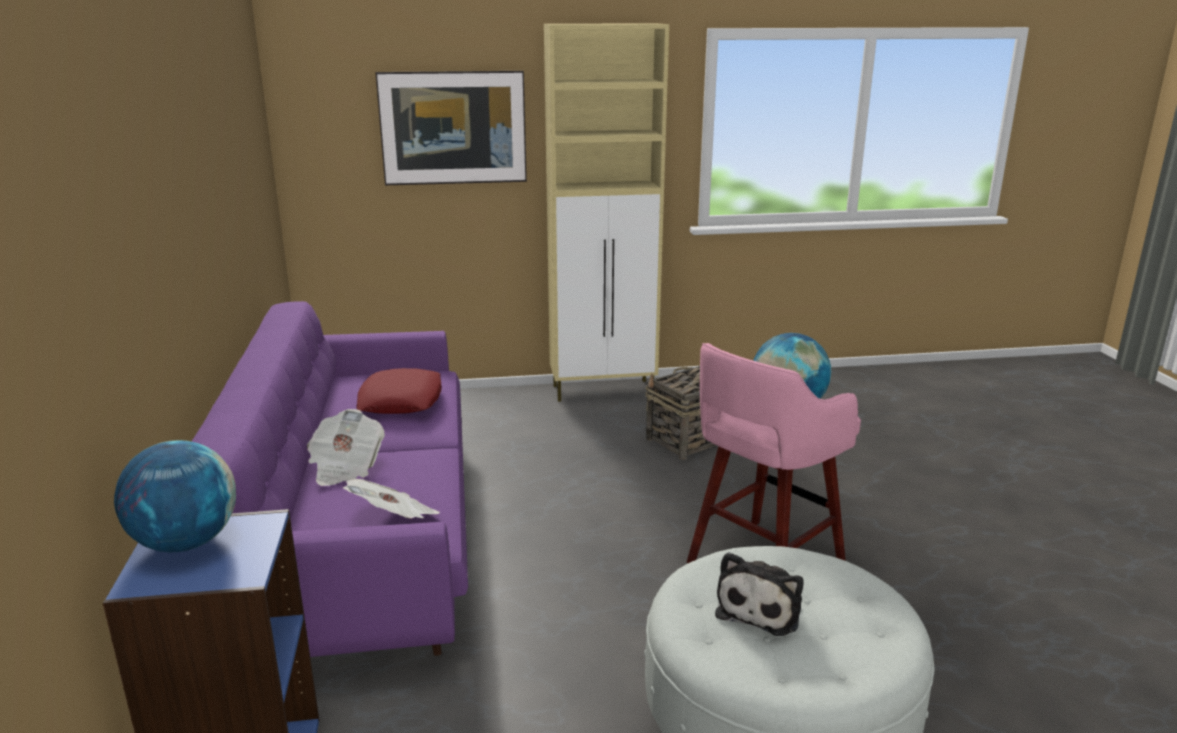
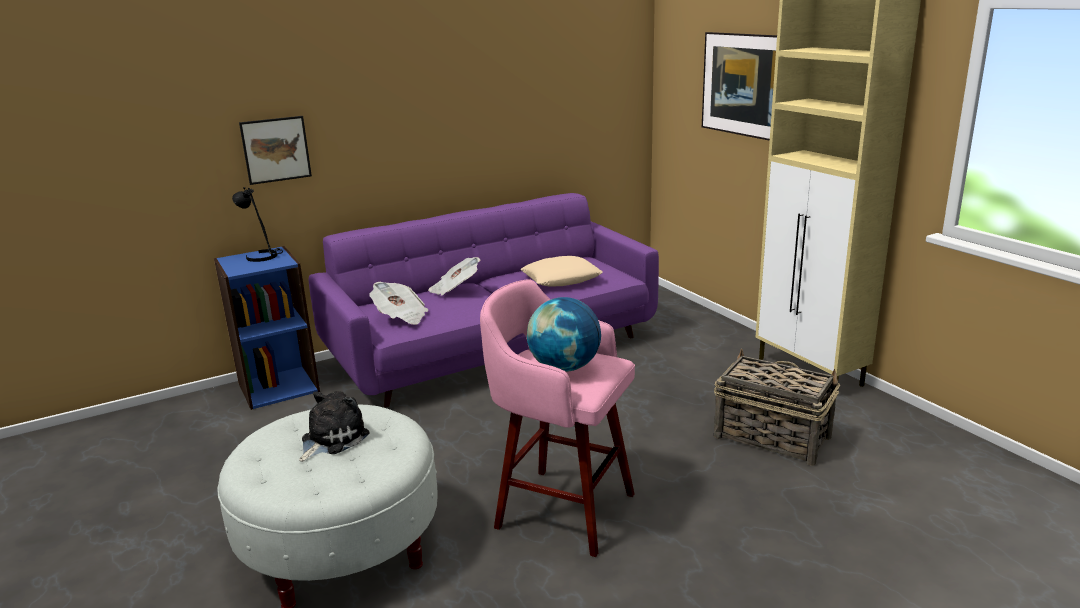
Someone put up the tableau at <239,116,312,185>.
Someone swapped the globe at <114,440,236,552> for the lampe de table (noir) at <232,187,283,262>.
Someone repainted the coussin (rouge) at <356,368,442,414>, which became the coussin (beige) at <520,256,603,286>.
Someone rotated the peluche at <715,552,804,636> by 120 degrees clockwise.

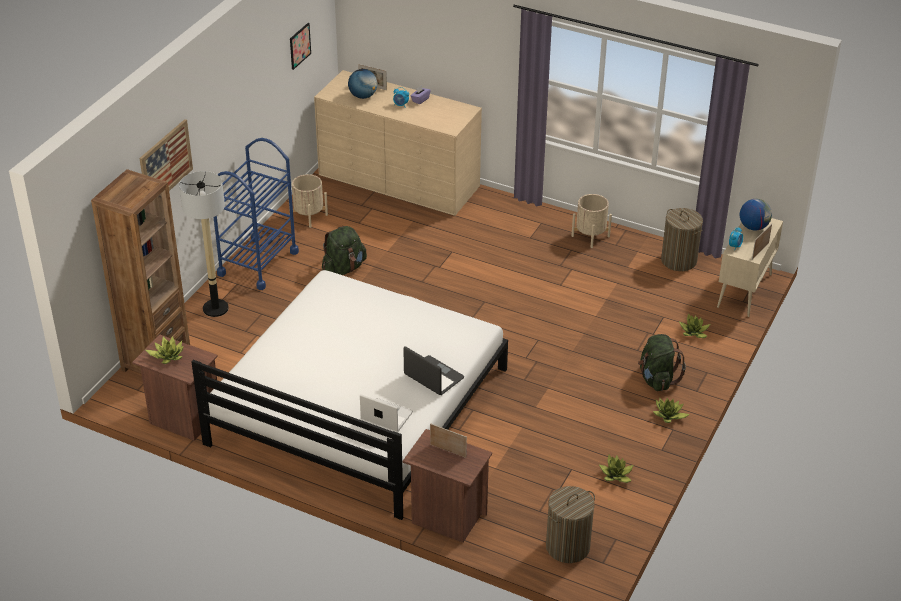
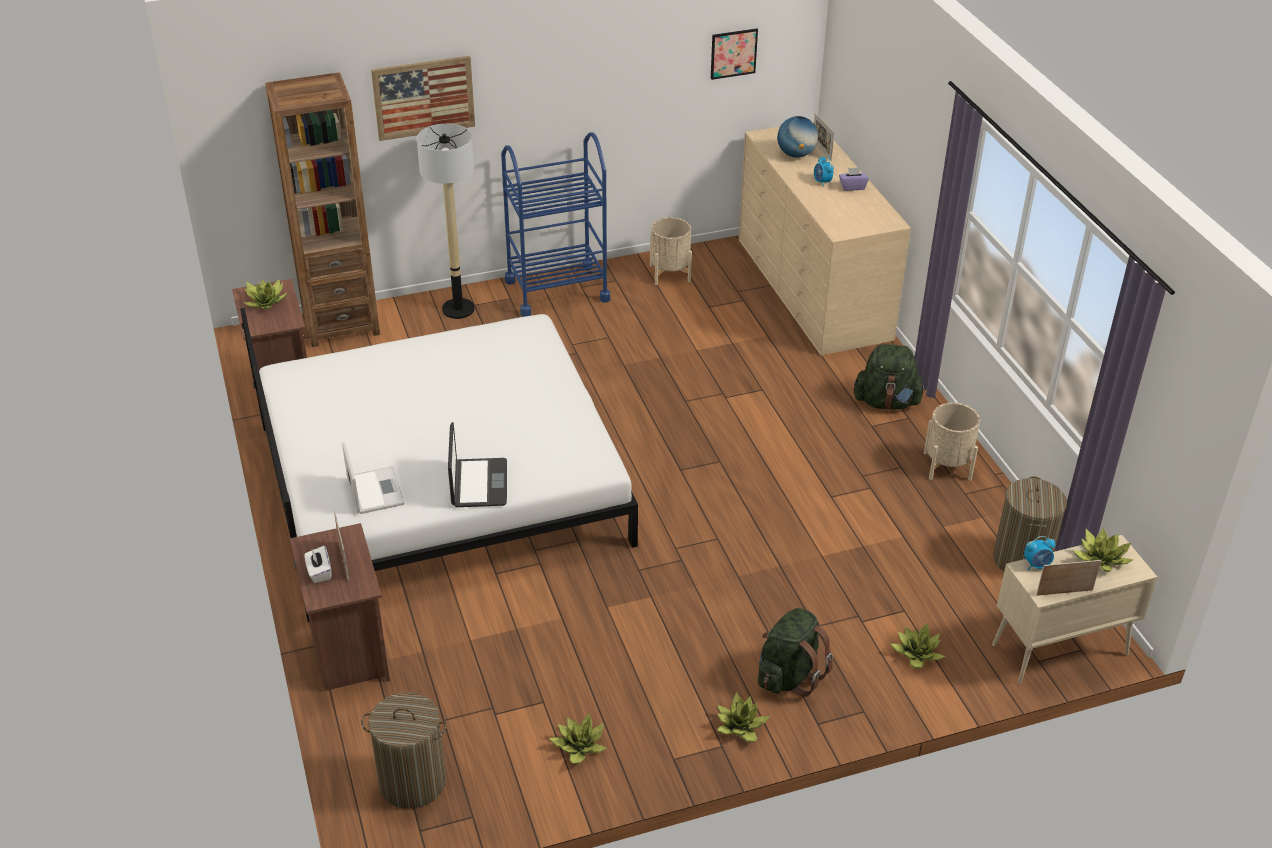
Someone put down the boîte à mouchoirs (blanc) at <305,546,331,583>.
Someone carried the sac à dos (vert) from <322,226,367,275> to <854,344,925,410>.
Someone swapped the globe at <740,199,772,231> for the plante en pot at <1073,528,1133,572>.

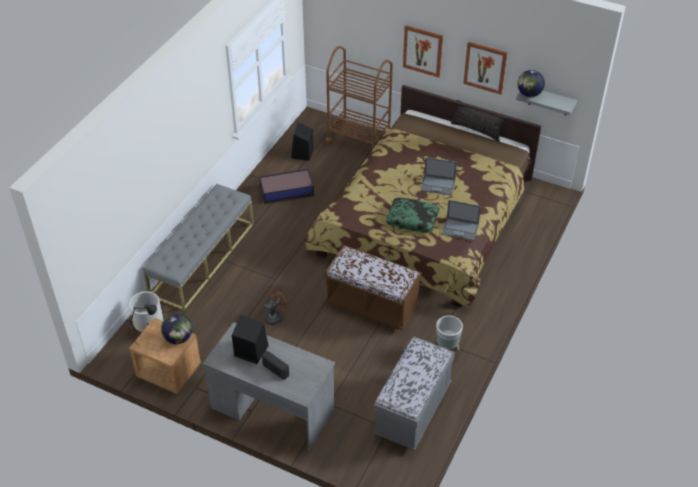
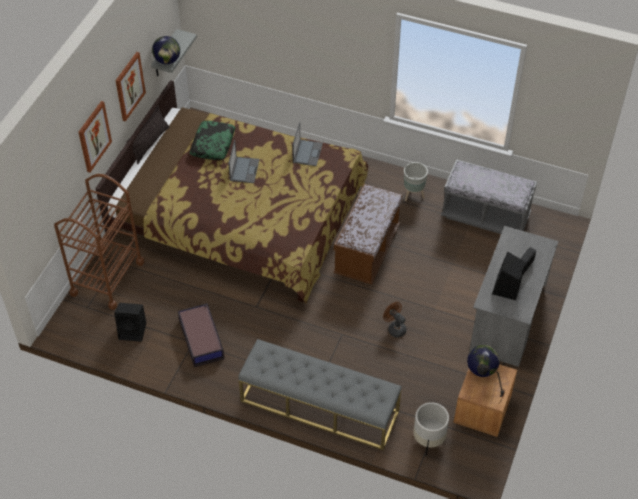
Someone carried the coussin from <386,198,440,232> to <190,121,236,160>.

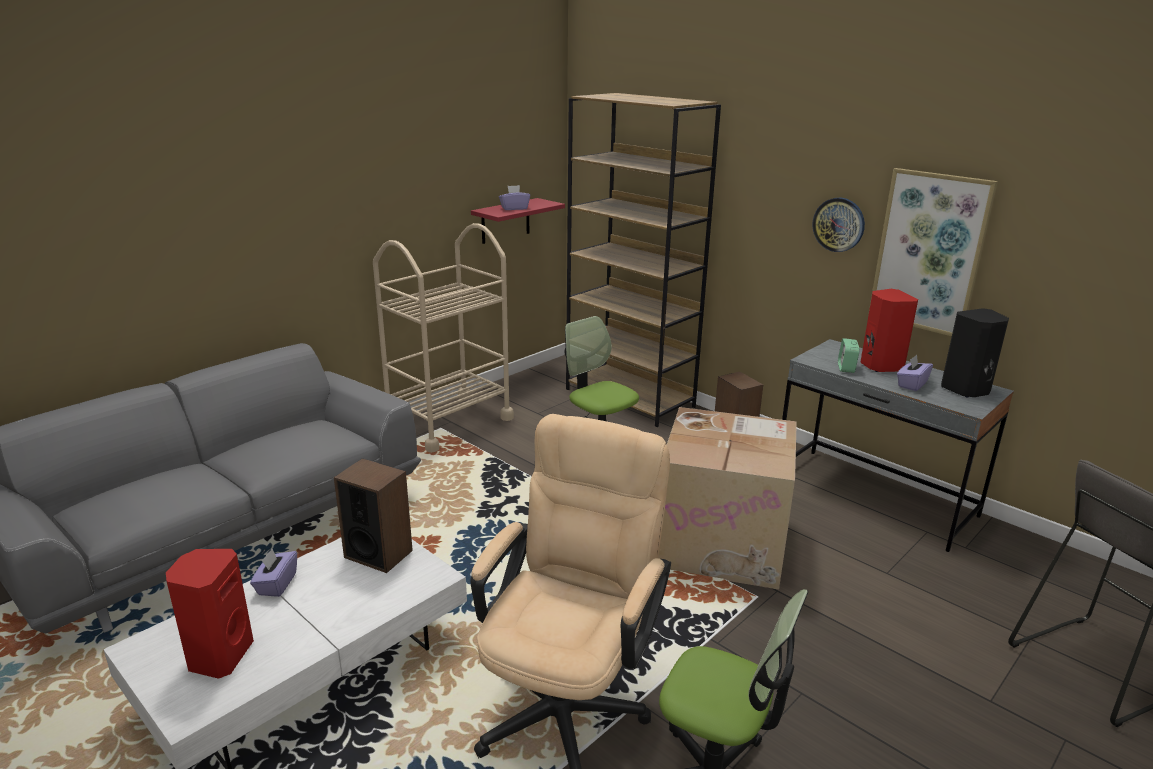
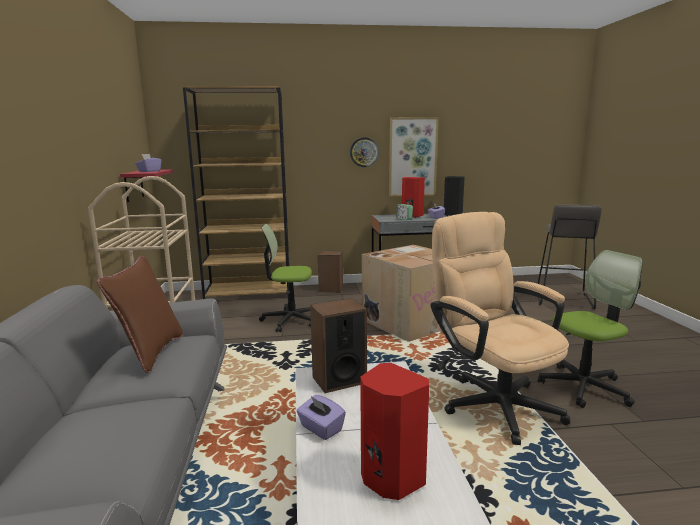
Someone put down the coussin (marron) at <97,256,183,373>.

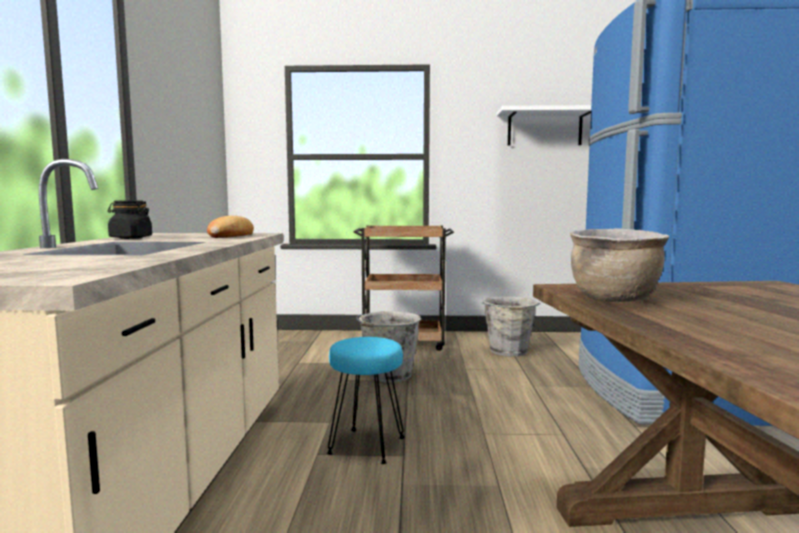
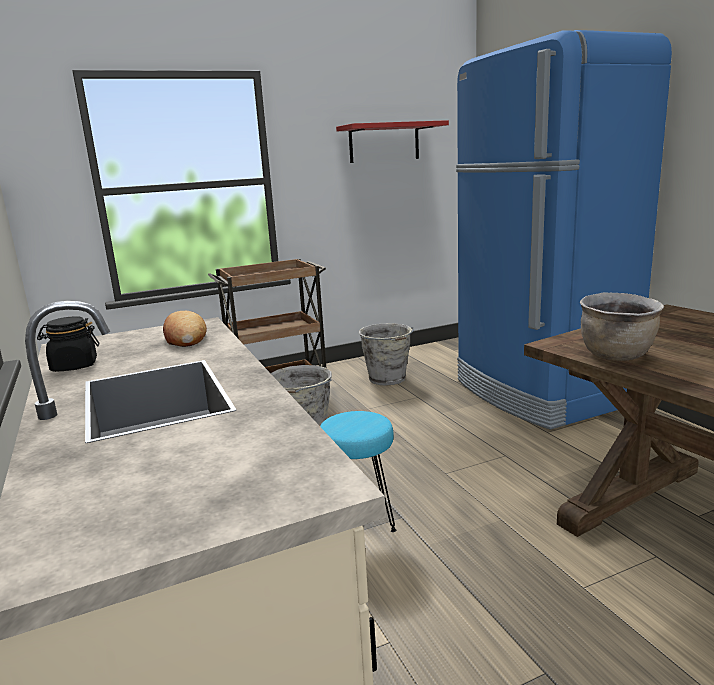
Someone repainted the étagère (blanc) at <496,105,591,145>, which became the étagère (rouge) at <336,120,449,163>.

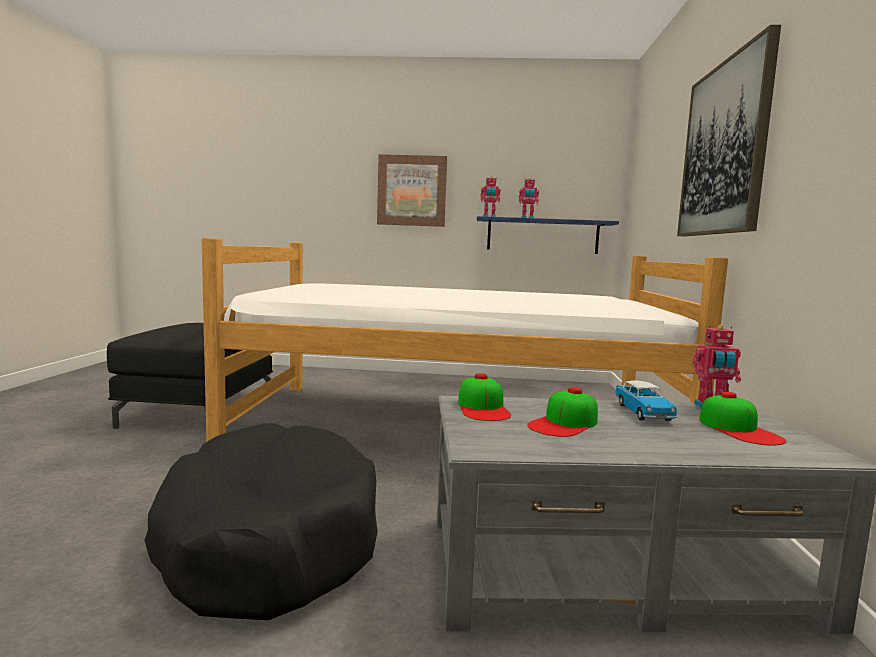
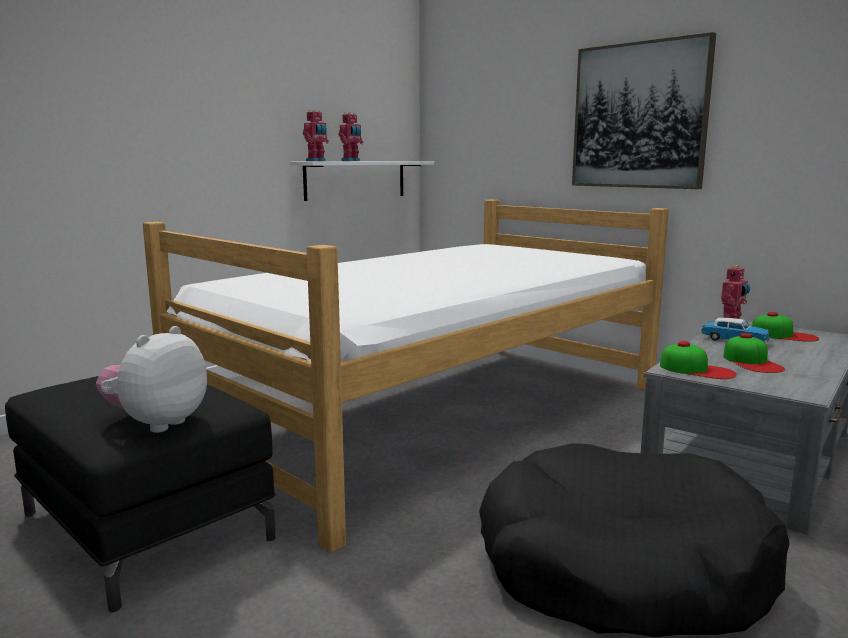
Someone took away the tableau at <377,154,447,227>.
Someone put down the peluche at <96,326,207,433>.
Someone repainted the étagère (bleu) at <477,216,619,254>, which became the étagère (blanc) at <291,161,434,201>.

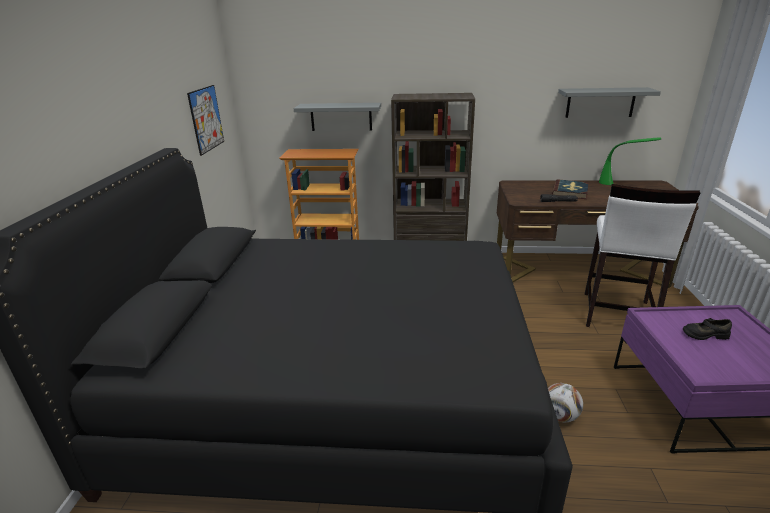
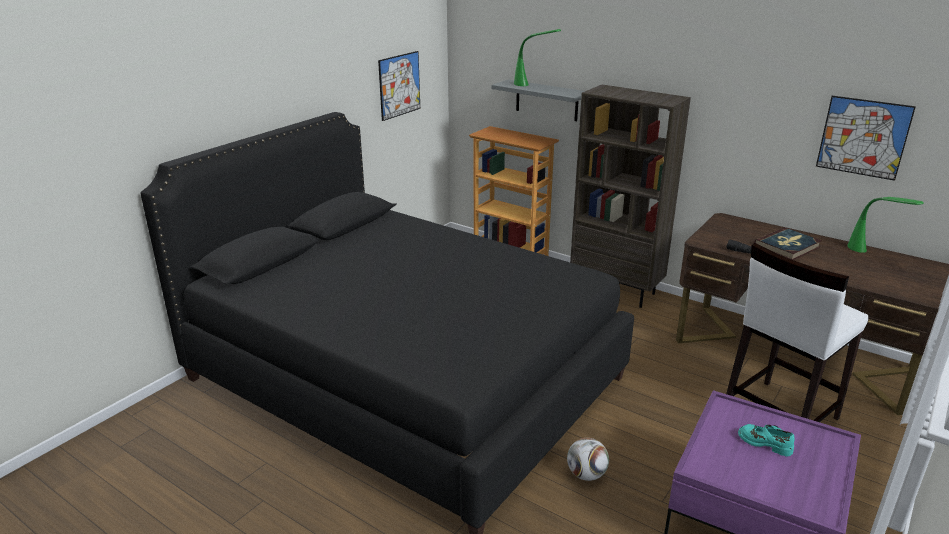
Someone put down the lampe de table (vert) at <514,29,561,86>.
Someone swapped the étagère (gris) at <558,87,661,118> for the tableau at <816,96,916,181>.
Someone repainted the chaussure (noir) at <683,318,732,340>, which became the chaussure (turquoise) at <738,424,795,457>.

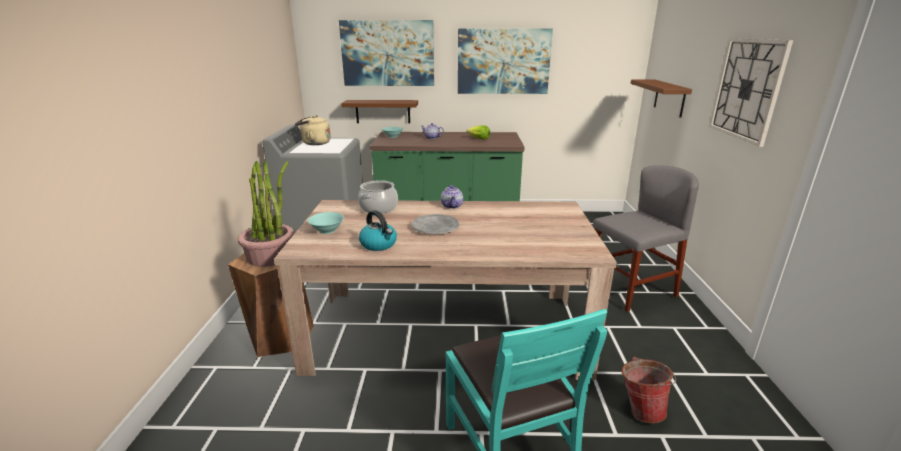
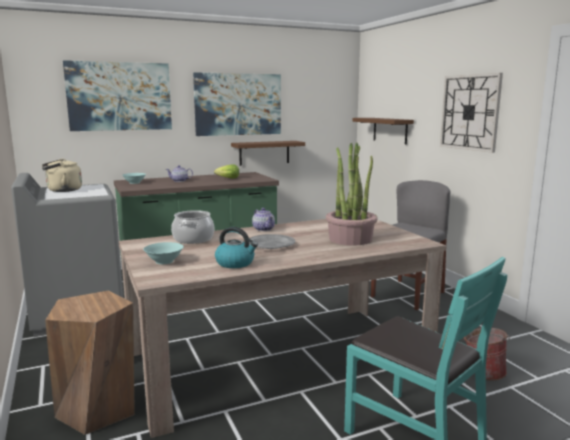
Someone carried the plante en pot from <238,161,294,266> to <326,143,378,246>.
Someone carried the étagère (marron) from <341,100,418,124> to <231,141,305,166>.

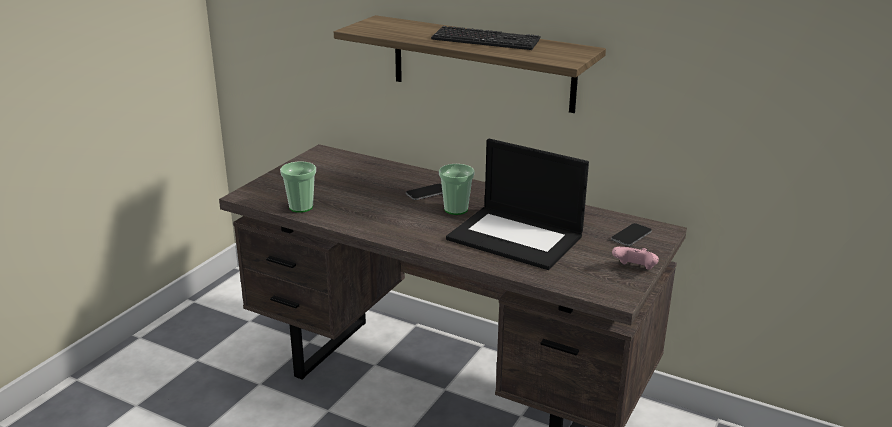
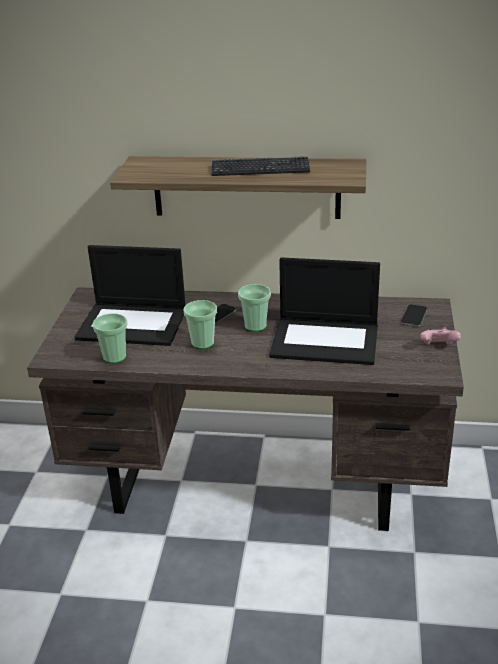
Someone put down the ordinateur portable at <74,245,186,346>.
Someone put down the tasse at <184,300,217,349>.

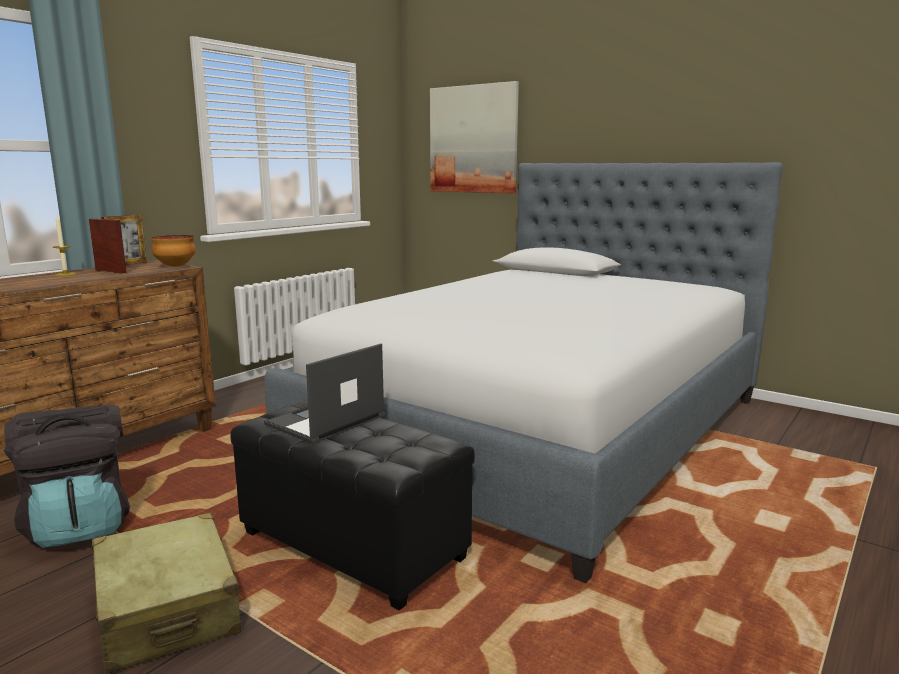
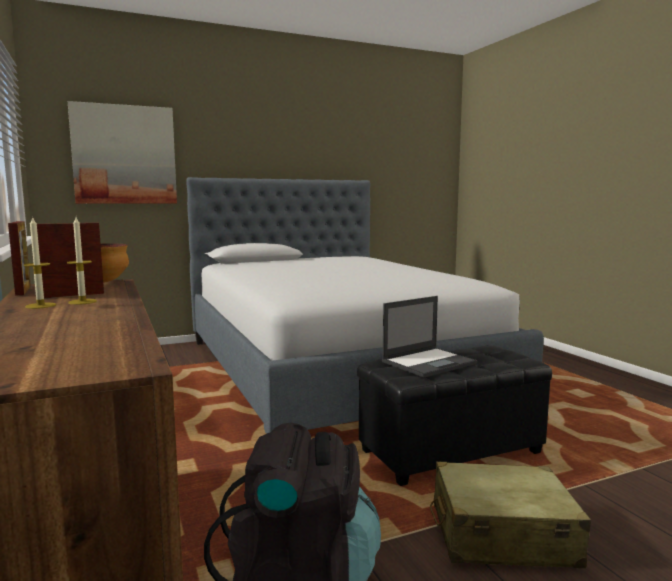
Someone put down the bougie at <67,217,97,305>.
Someone rotated the ordinateur portable at <264,344,385,444> by 105 degrees counterclockwise.

